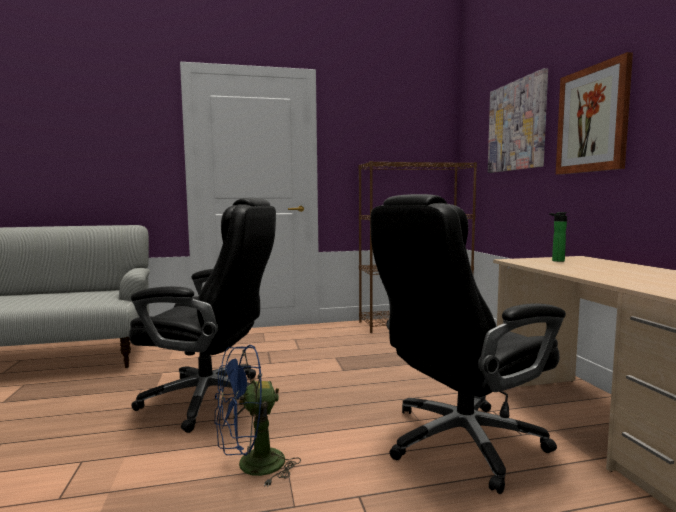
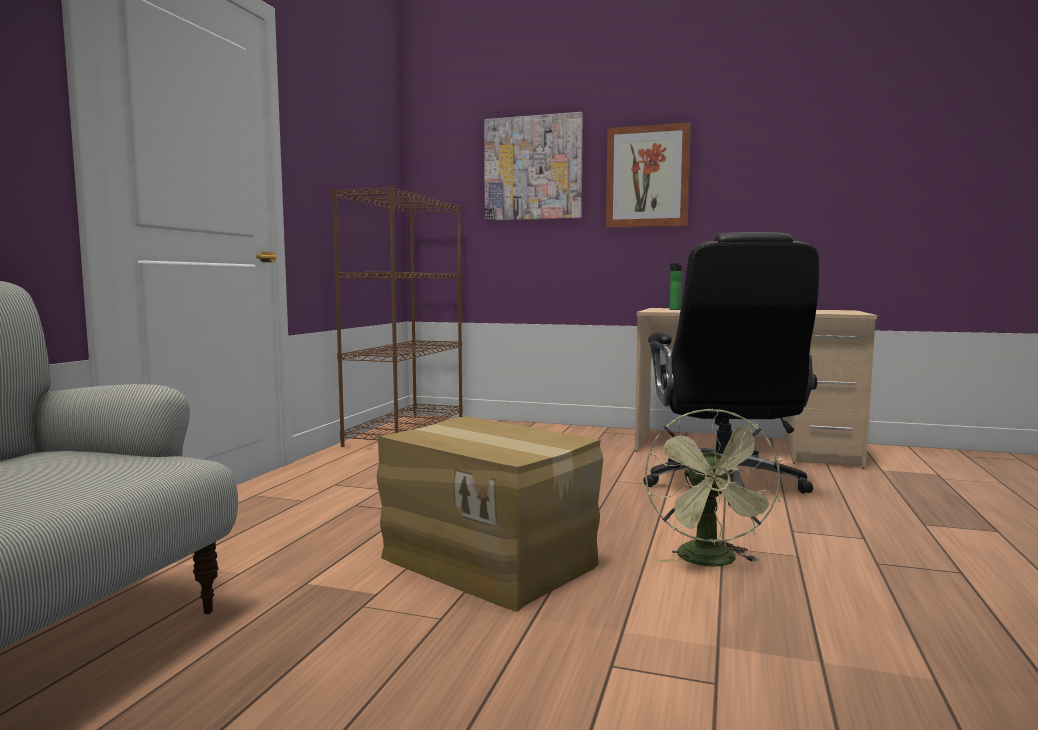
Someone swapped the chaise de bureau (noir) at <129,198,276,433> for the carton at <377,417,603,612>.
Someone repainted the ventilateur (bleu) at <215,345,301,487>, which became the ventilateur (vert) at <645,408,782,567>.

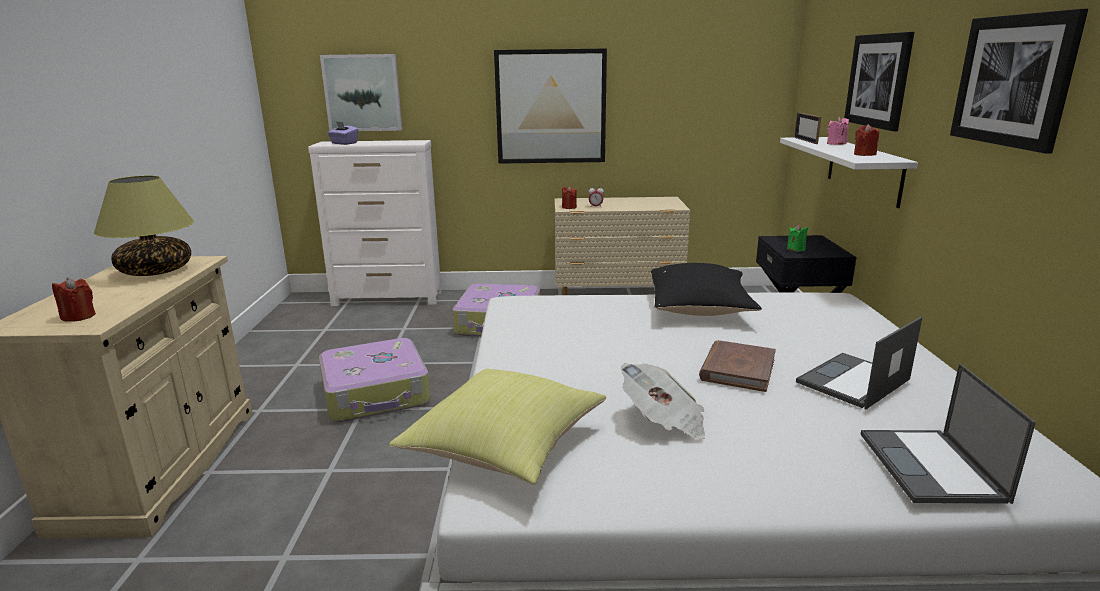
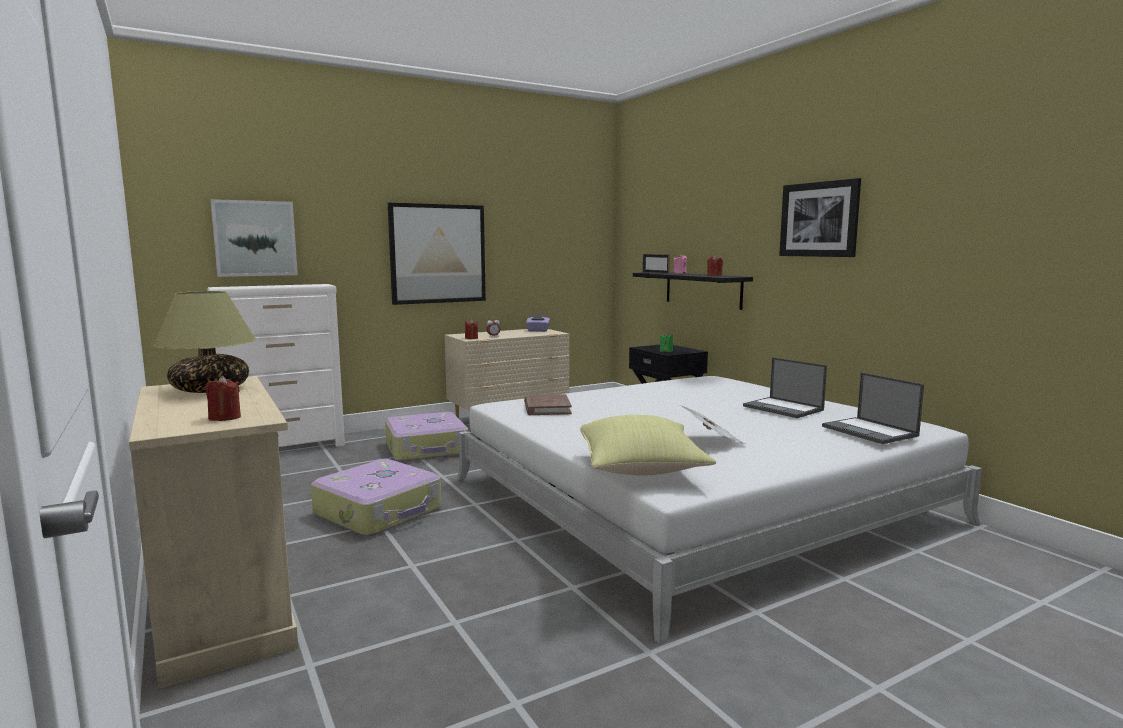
Someone took away the coussin (noir) at <651,263,762,316>.
Someone took away the tableau at <844,32,914,131>.
Someone carried the boîte à mouchoirs (violet) from <327,121,358,145> to <526,313,550,332>.
Someone carried the livre (marron) from <699,340,776,392> to <524,394,572,415>.
Someone repainted the étagère (blanc) at <780,137,918,208>, which became the étagère (noir) at <633,272,753,310>.
Someone rotated the ordinateur portable at <796,317,922,409> by 60 degrees counterclockwise.

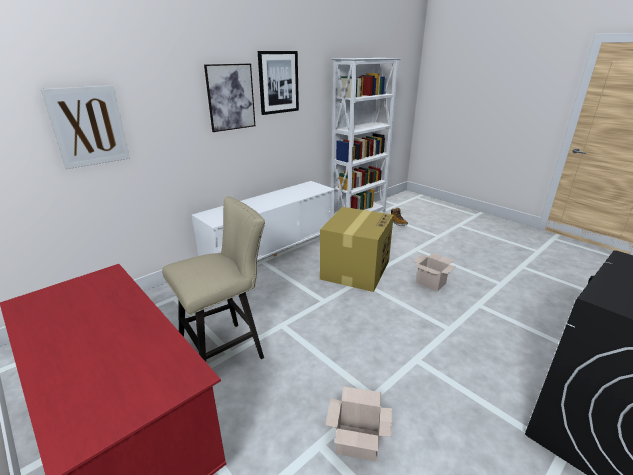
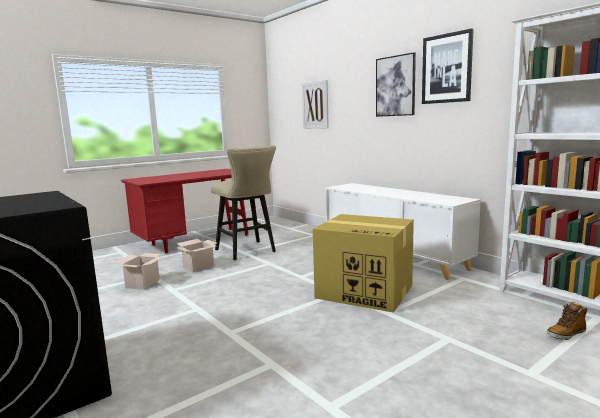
Someone carried the carton from <414,253,456,292> to <175,239,217,273>.

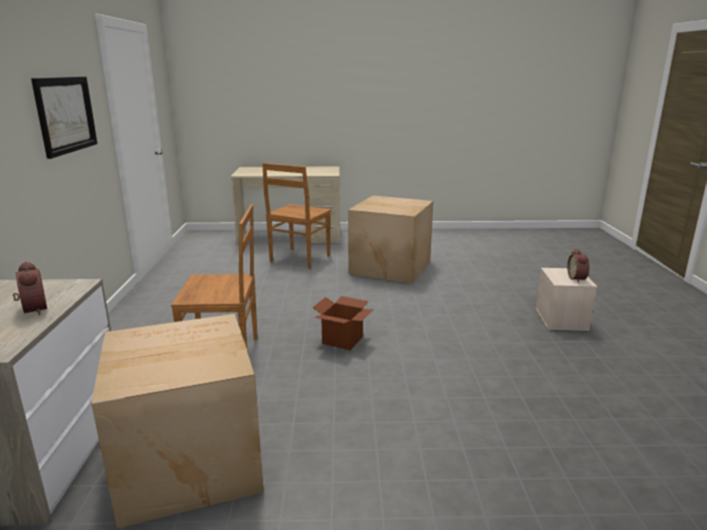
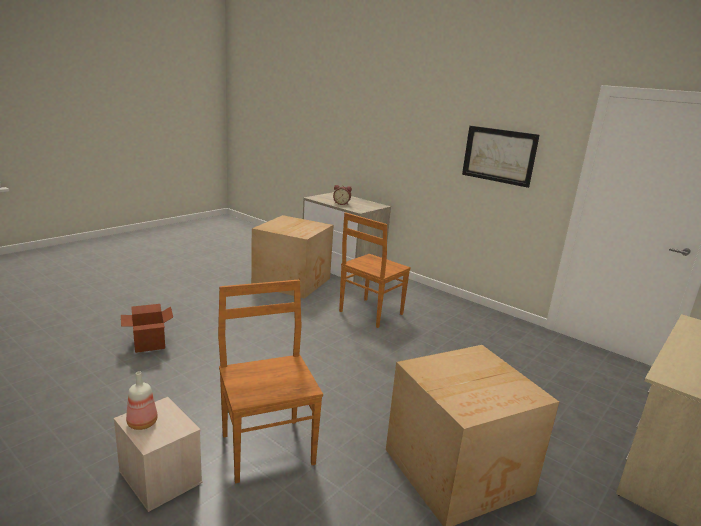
Someone carried the chaise (marron) from <262,163,331,268> to <218,280,323,483>.
Someone carried the carton from <312,296,373,350> to <121,304,173,353>.
Someone swapped the réveil at <567,249,589,283> for the bouteille at <126,371,158,430>.

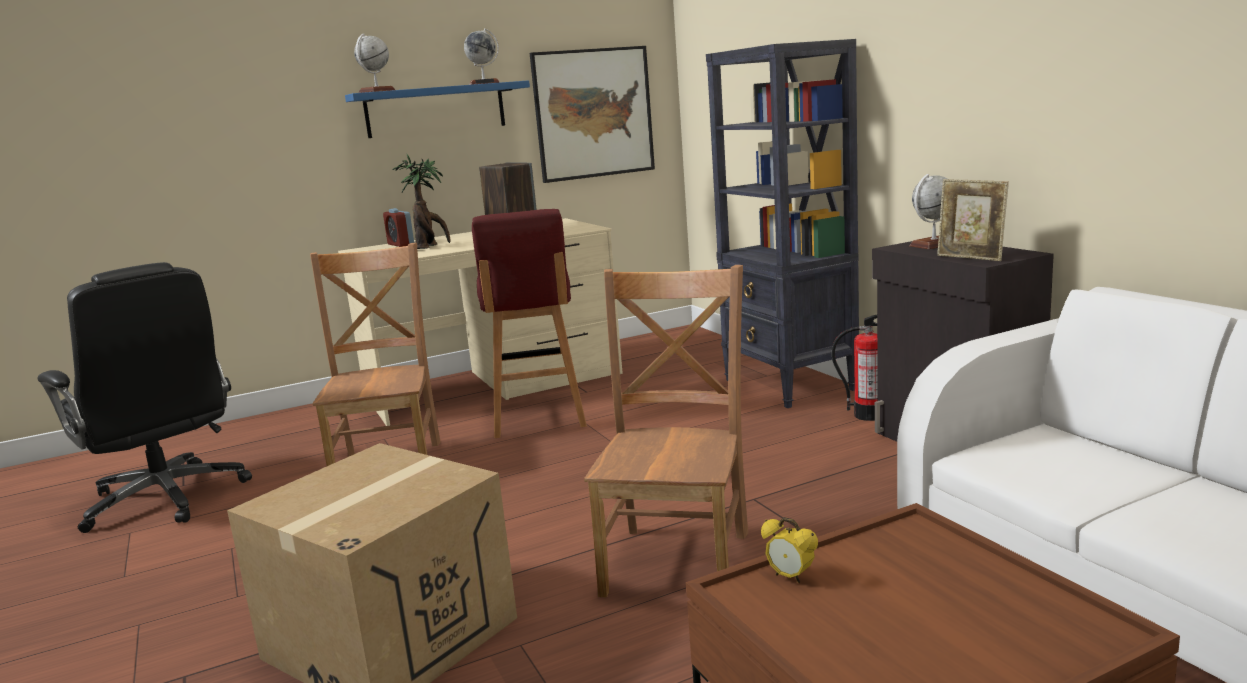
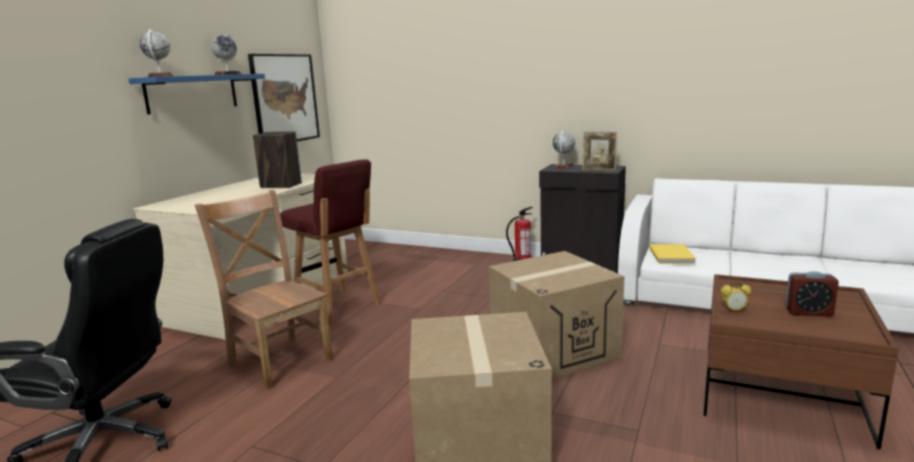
Someone took away the plante en pot at <392,154,451,249>.
Someone took away the bibliothèque (noir) at <706,39,859,408>.
Someone put down the livre (jaune) at <649,244,696,264>.
Someone carried the réveil from <383,208,414,247> to <785,271,839,317>.
Someone swapped the chaise (marron) at <584,265,748,598> for the carton at <489,251,624,379>.

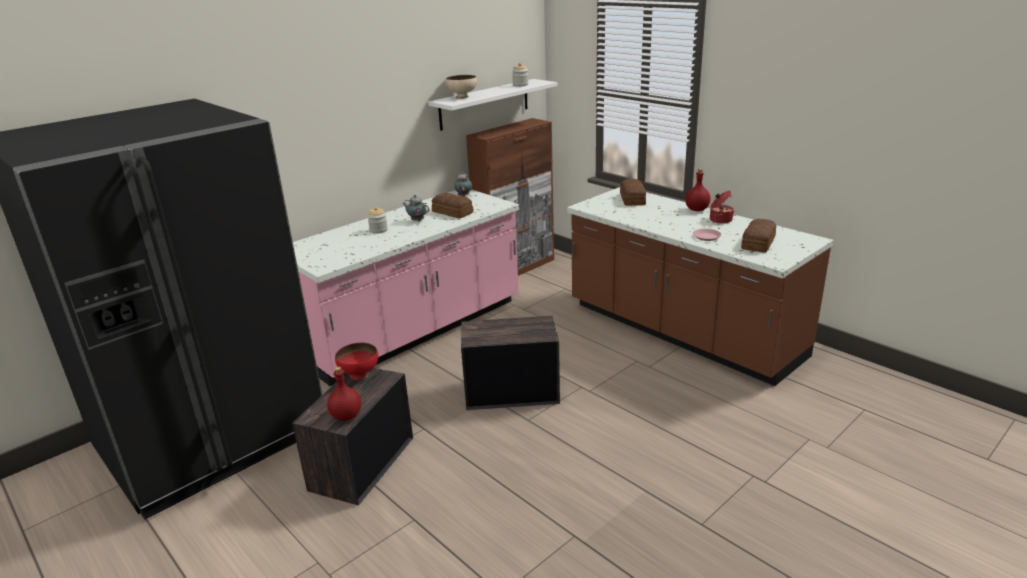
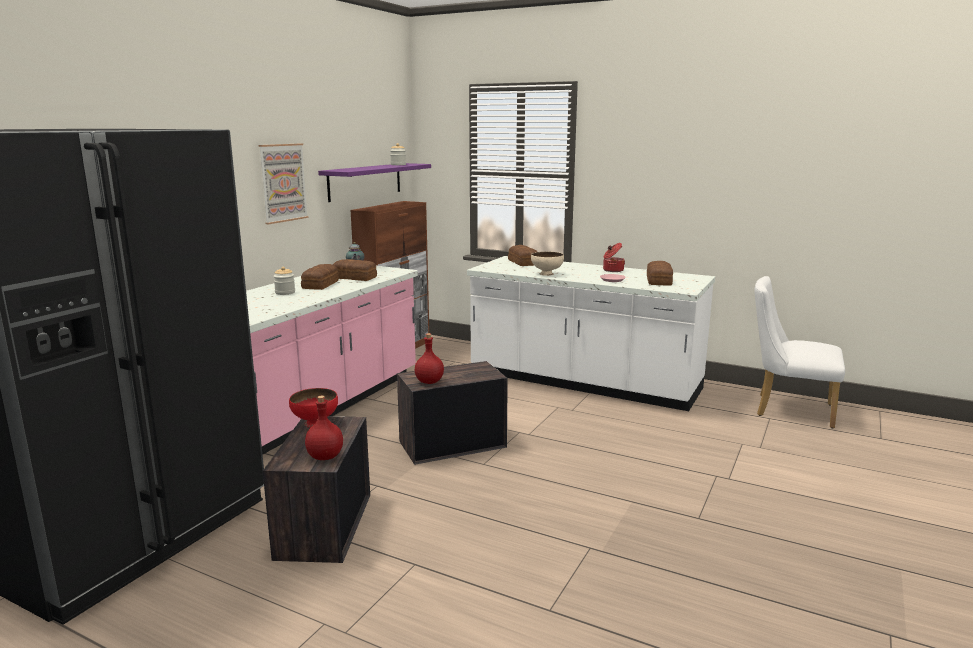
Someone put up the tableau at <259,143,309,225>.
Someone put down the chaise (blanc) at <754,276,845,428>.
Someone carried the bol (beige) from <445,75,477,99> to <531,251,564,276>.
Someone carried the bouteille (rouge) from <686,169,711,211> to <415,333,444,384>.
Someone swapped the théière at <402,195,429,221> for the pain at <301,264,339,290>.
Someone repainted the étagère (blanc) at <428,79,557,131>, which became the étagère (violet) at <318,163,431,202>.
Someone repainted the comptoir de cuisine (marron) at <567,187,833,386>, which became the comptoir de cuisine (blanc) at <467,256,715,411>.

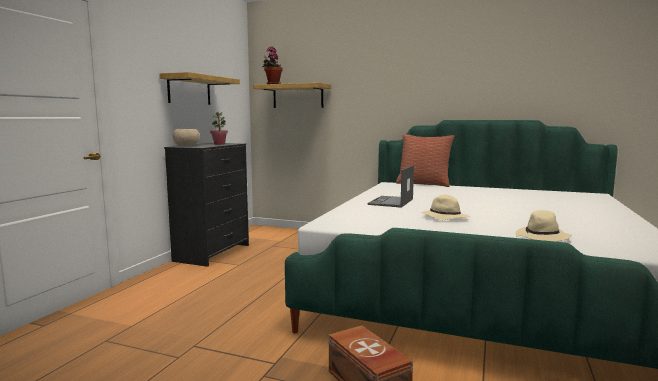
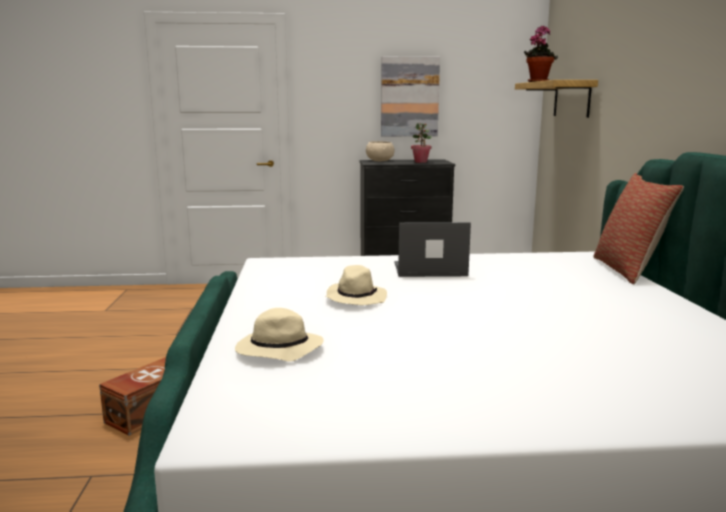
Someone swapped the étagère at <159,72,240,105> for the tableau at <381,57,440,136>.

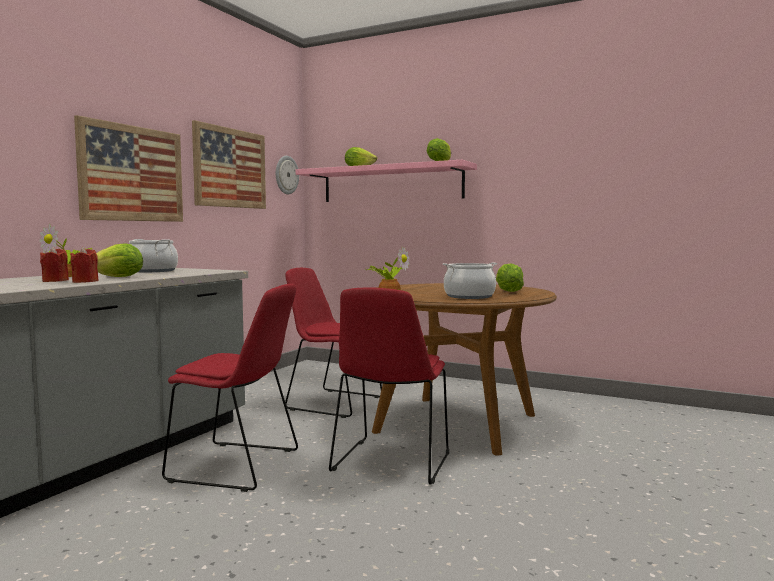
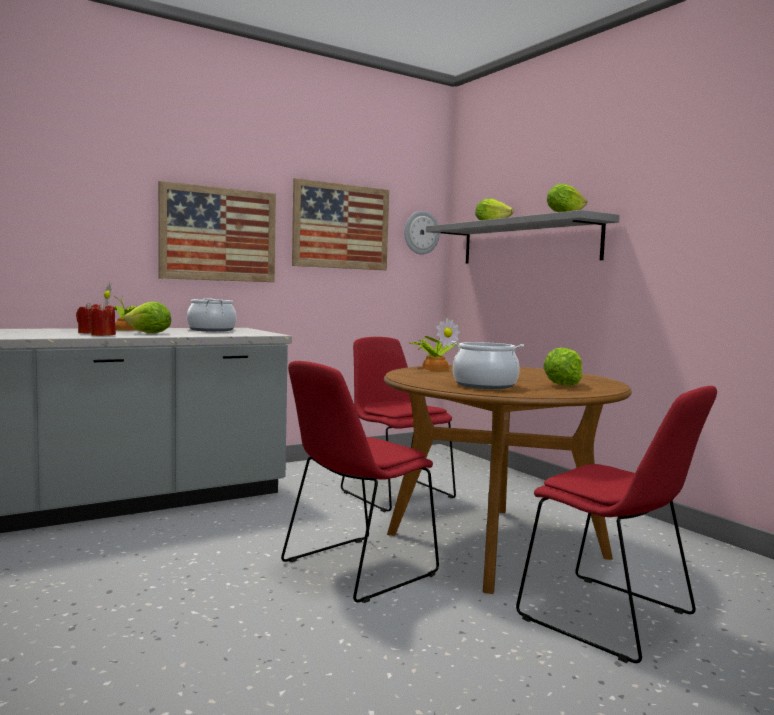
Someone carried the chaise (rouge) from <162,284,298,492> to <516,386,717,663>.
Someone repainted the étagère (rose) at <296,160,477,202>, which became the étagère (gris) at <426,210,620,263>.

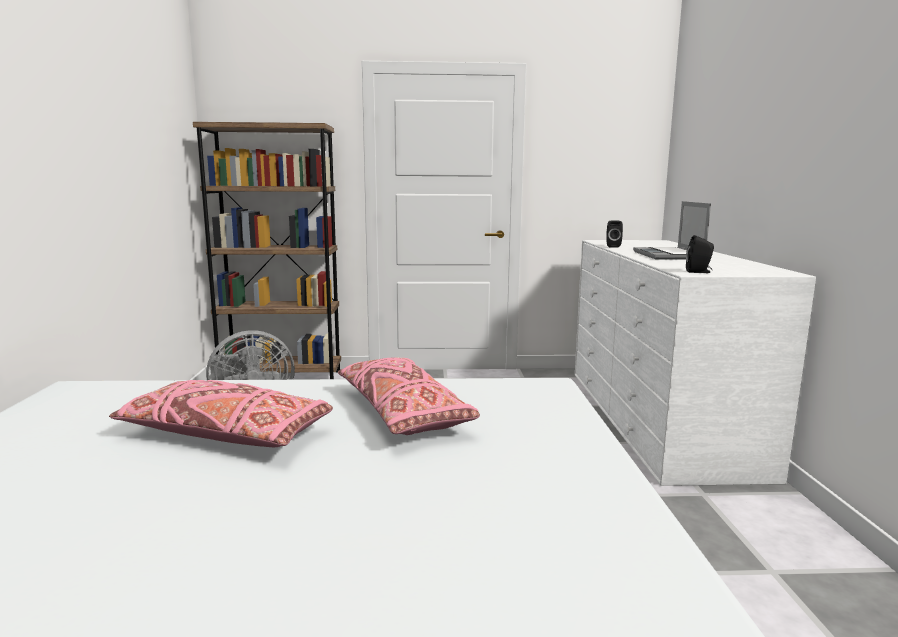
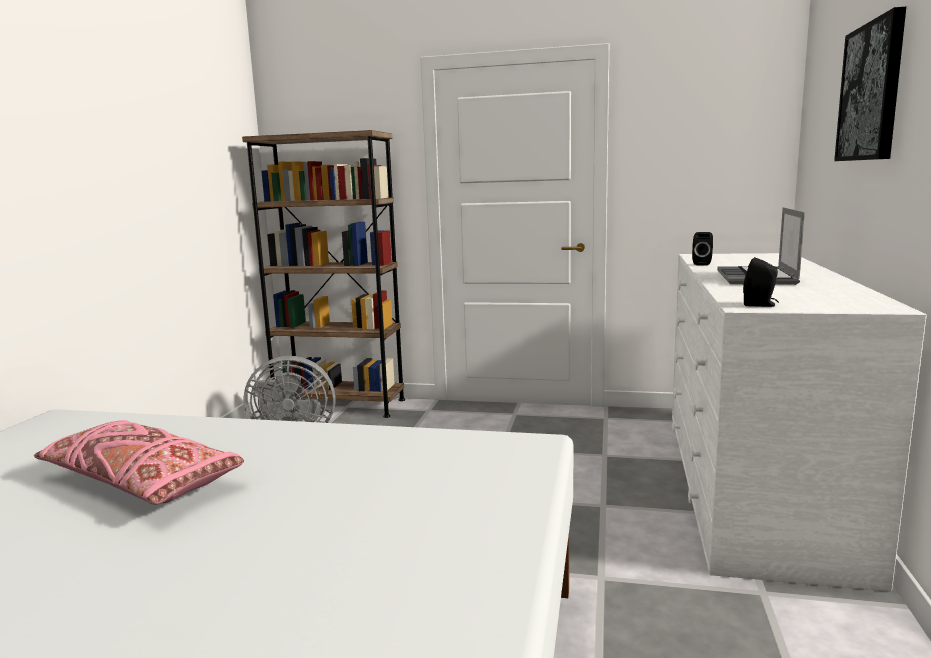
Someone took away the coussin (rose) at <338,357,480,435>.
Someone put up the tableau at <834,7,906,161>.

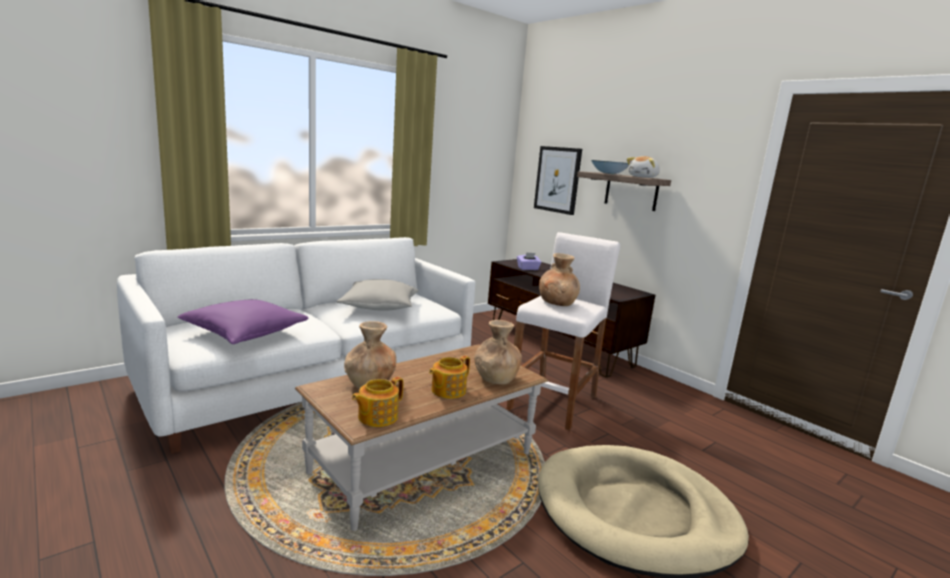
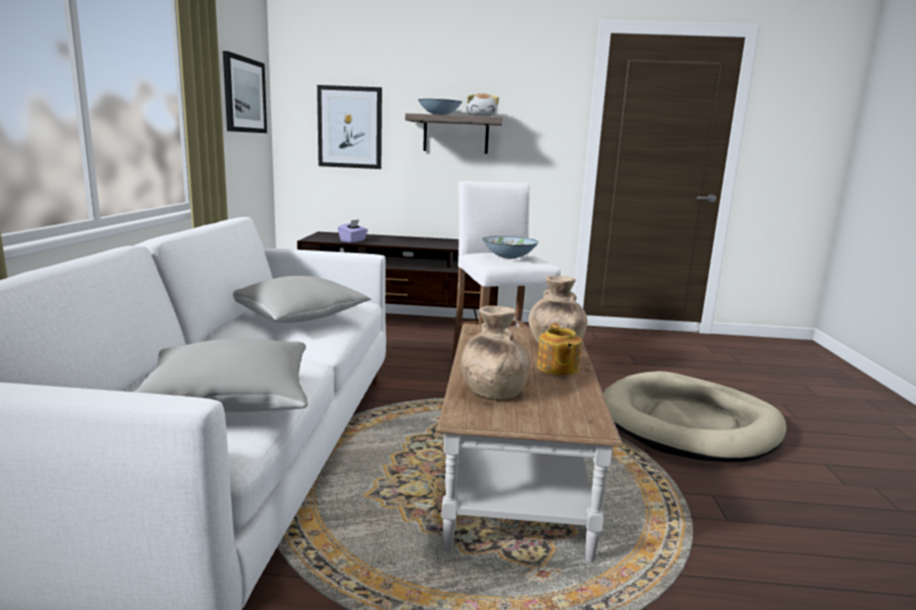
Someone took away the théière at <352,377,403,427>.
Someone put up the tableau at <223,51,267,133>.
Someone swapped the vase (marron) at <539,253,580,306> for the bol at <482,236,539,259>.
Someone repainted the coussin (violet) at <178,299,308,344>, which became the coussin (gris) at <134,338,308,412>.

